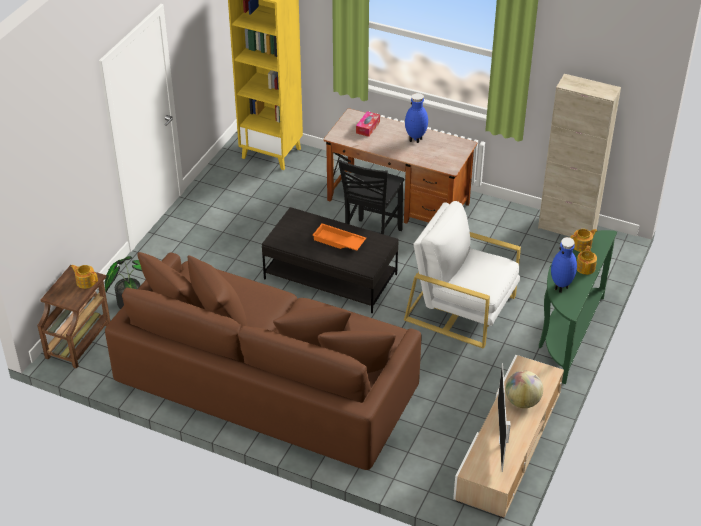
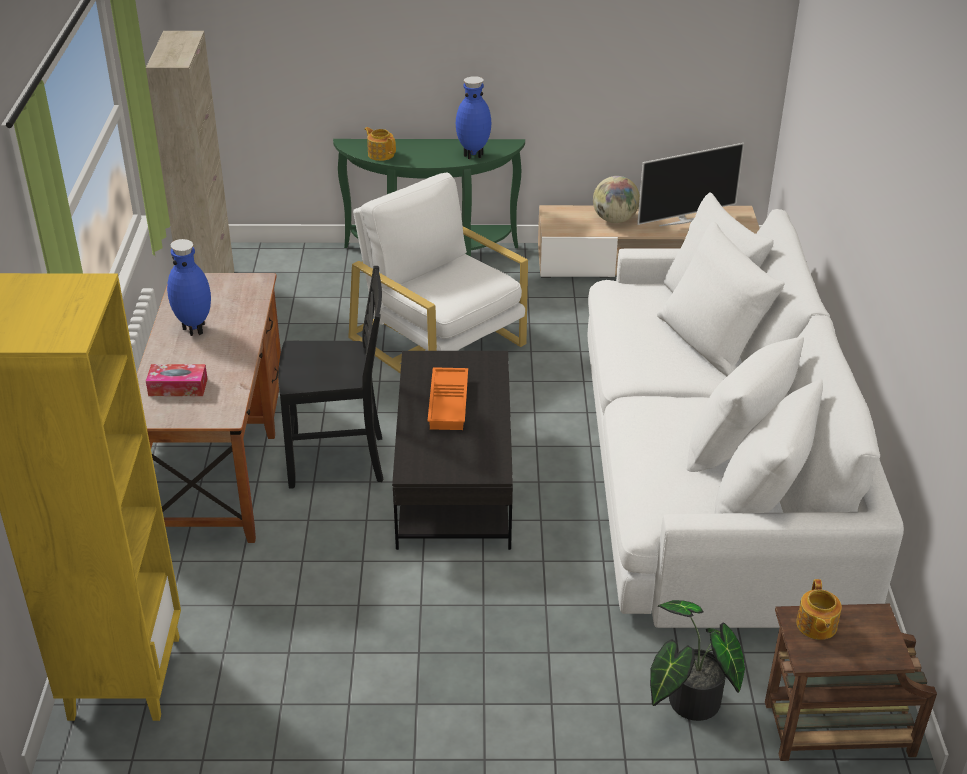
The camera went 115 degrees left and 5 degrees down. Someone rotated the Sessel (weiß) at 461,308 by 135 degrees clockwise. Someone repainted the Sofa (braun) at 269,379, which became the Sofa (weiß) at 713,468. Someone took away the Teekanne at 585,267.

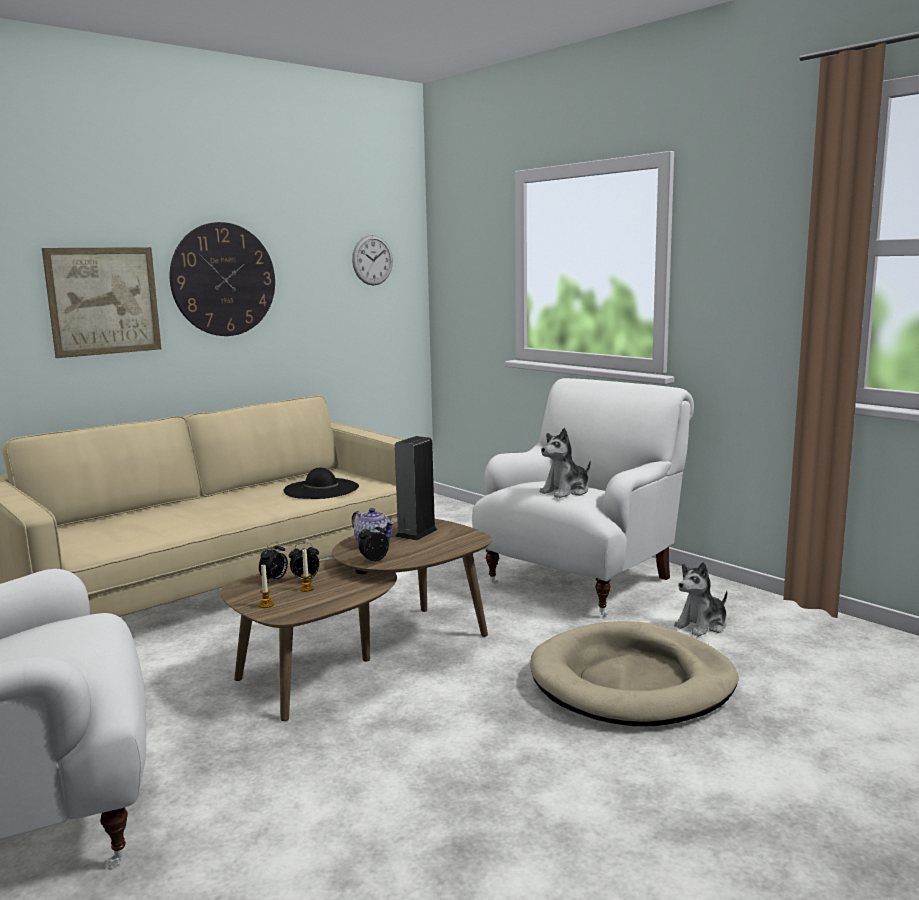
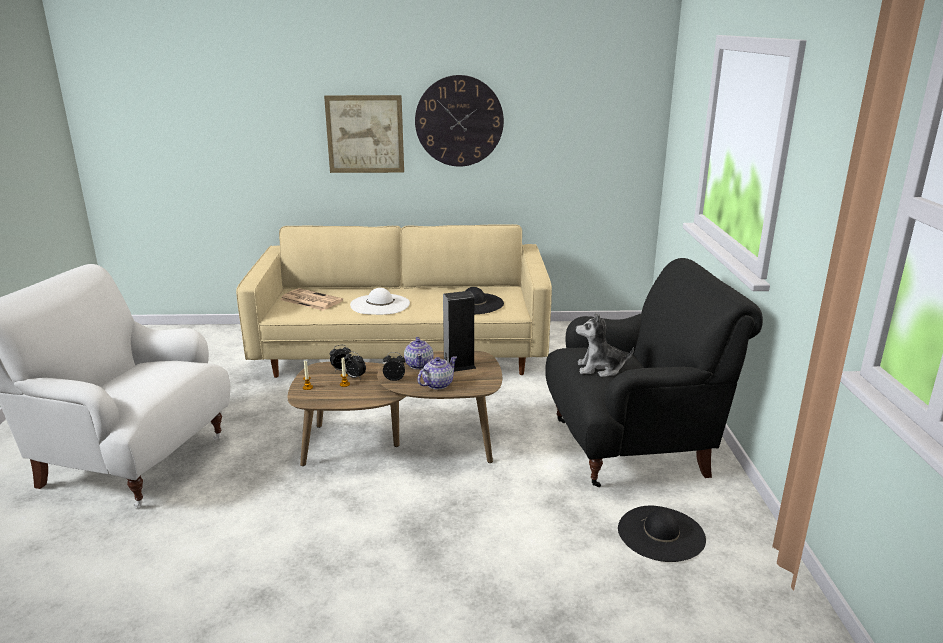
The camera went 40 degrees right and 10 degrees up. Someone put down the Zeitung at 310,300. Someone put down the Hut (weiß) at 380,304. Someone put down the Teekanne at 437,384. Someone repainted the Sessel (weiß) at 582,580, which became the Sessel (schwarz) at 632,447. Someone swapped the Plüschtier at 702,625 for the Hut (schwarz) at 661,533. Someone took away the Wanduhr at 372,260. Someone took away the Hundebett (beige) at 632,682.

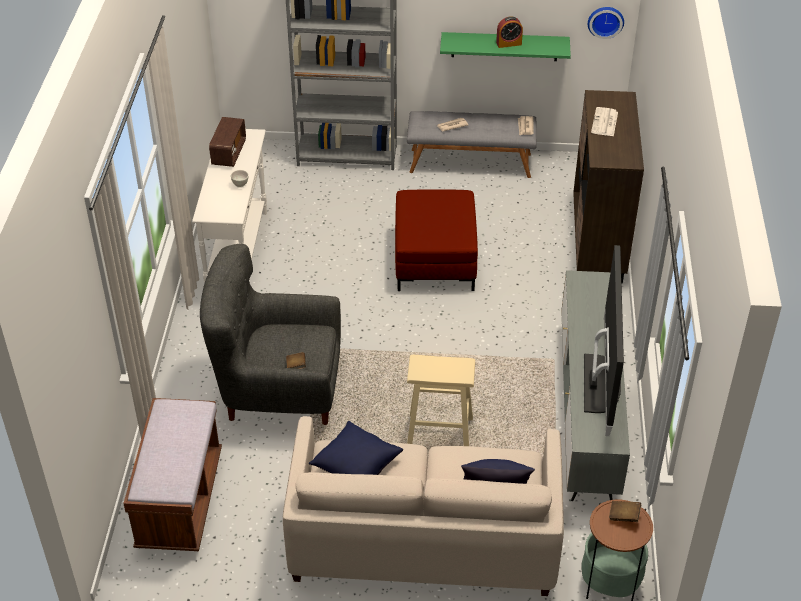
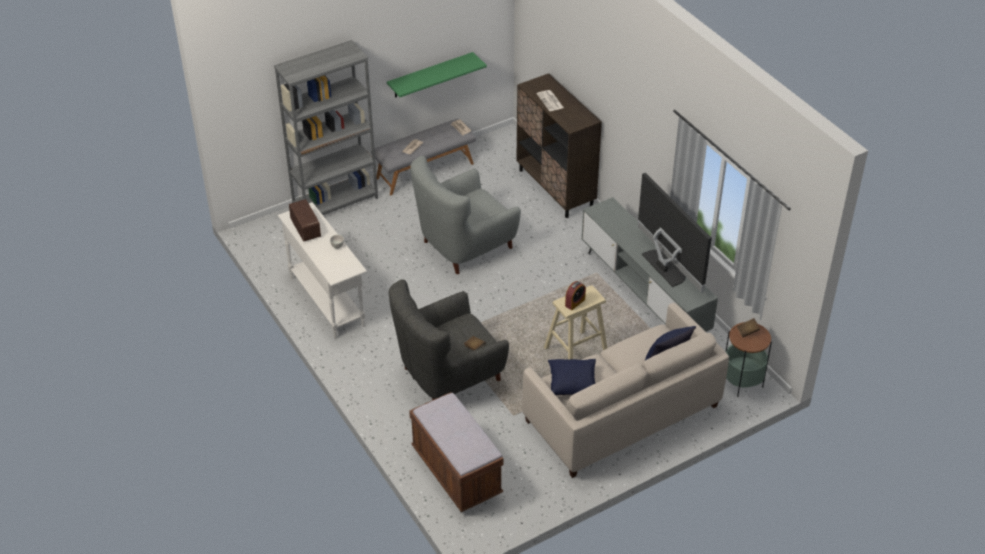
The camera went 35 degrees left and 0 degrees up. Someone swapped the Polsterhocker (rot) at 434,260 for the Sessel (grau) at 464,246. Someone carried the Wecker from 509,43 to 575,302. Someone took away the Wanduhr at 605,21.

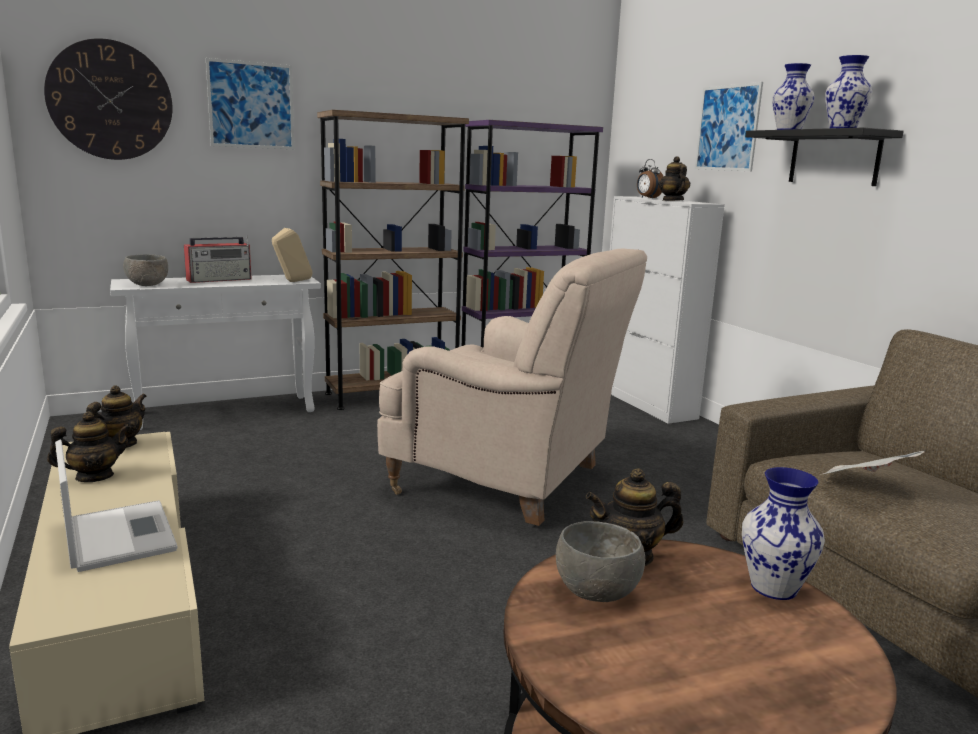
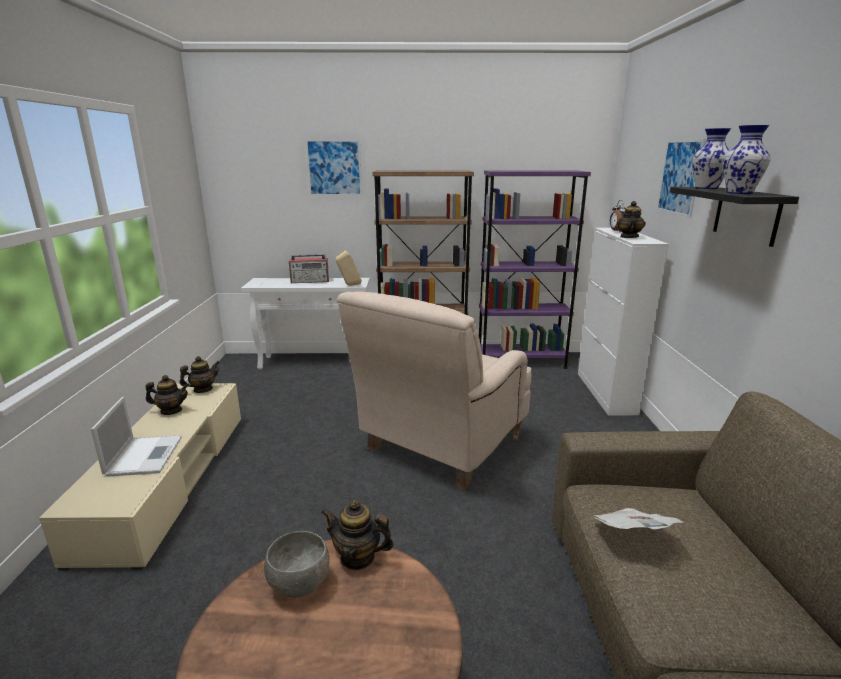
The camera went 25 degrees right and 5 degrees up. Someone rotated the Sessel (beige) at 507,482 by 75 degrees clockwise. Someone took away the Wanduhr at 110,100. Someone took away the Schüssel (grau) at 147,285. Someone took away the Vase at 772,587.

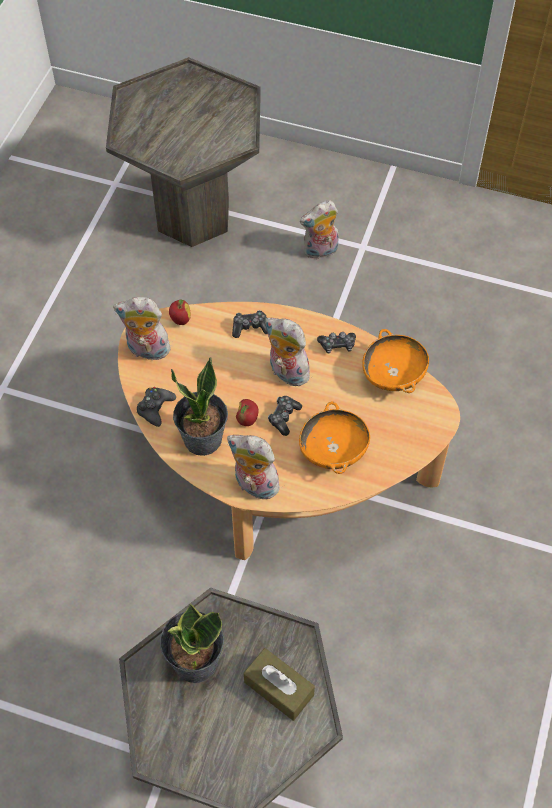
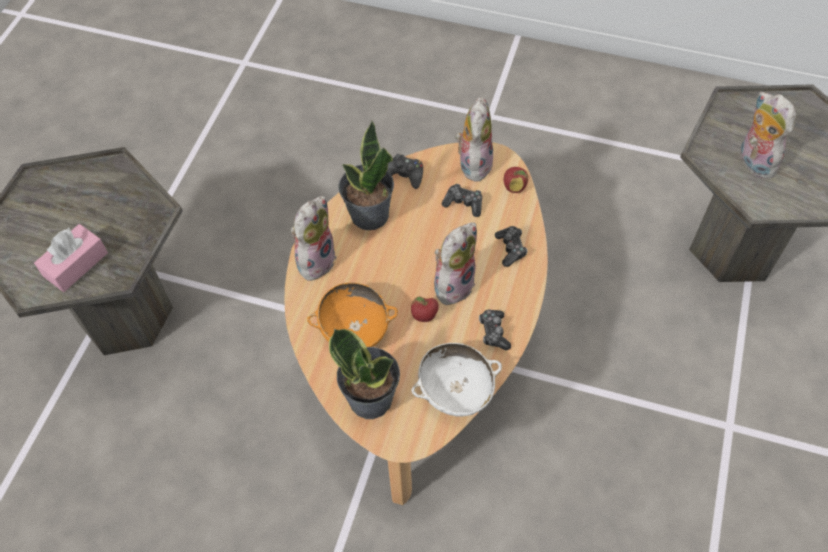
The camera went 90 degrees right and 0 degrees up. Someone repainted the Taschentuchbox (braun) at 279,688, which became the Taschentuchbox (rosa) at 76,264. Someone carried the Topfpflanze from 195,660 to 371,398. Someone carried the Apfel from 247,420 to 424,317. Someone repainted the Schüssel (orange) at 393,375, which became the Schüssel (weiß) at 456,390. Someone carried the Gamepad from 284,417 to 464,203. Someone carried the Plüschtier from 320,252 to 753,162.

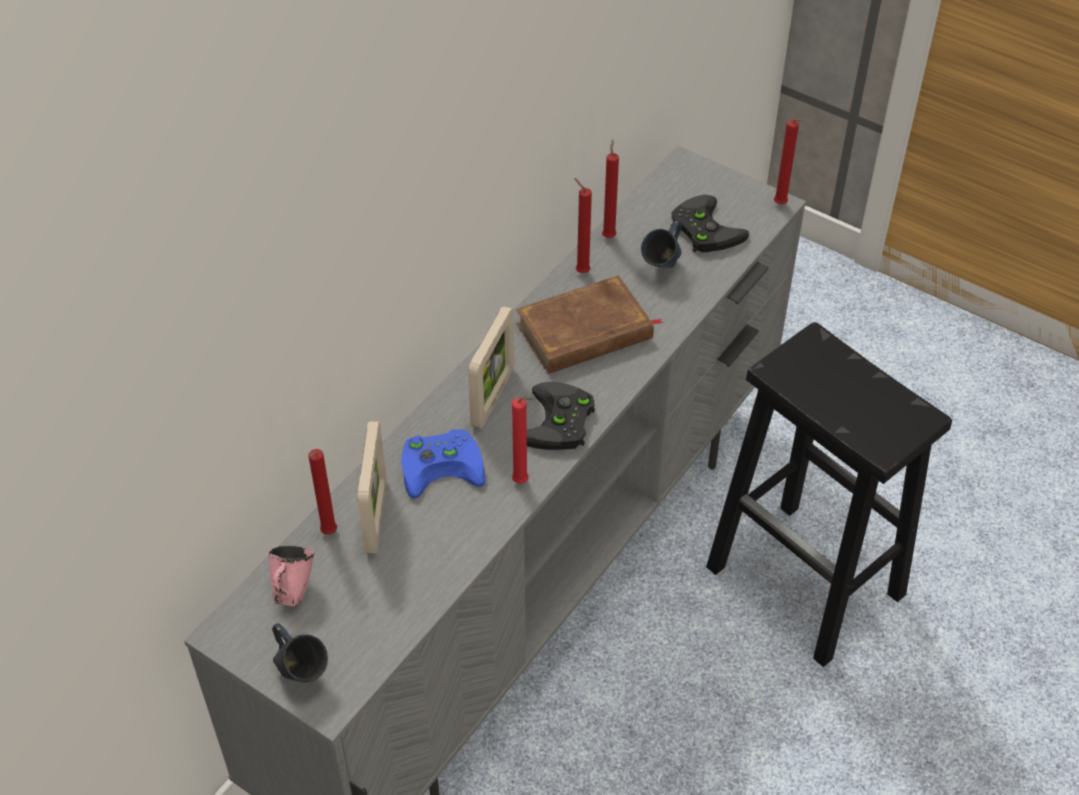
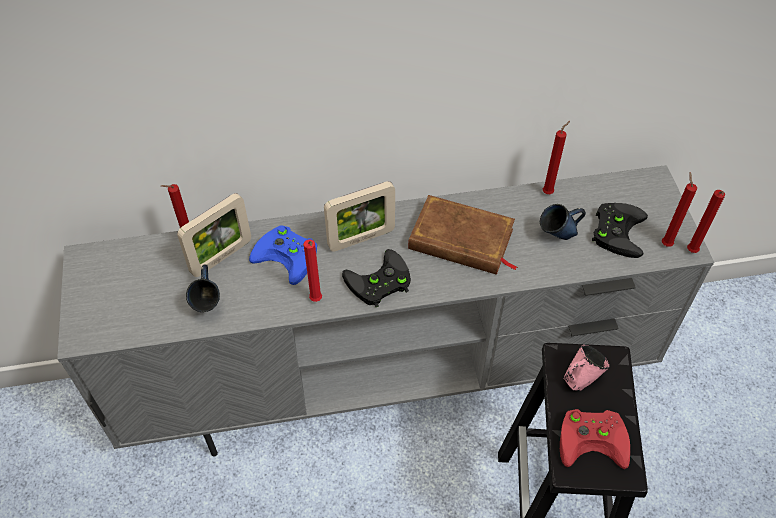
The camera went 45 degrees right and 5 degrees up. Someone carried the Henkelbecher (blau) from 301,675 to 209,305. Someone put down the Gamepad (rot) at 594,438. Someone carried the Henkelbecher (rosa) from 293,591 to 580,379. Someone carried the Kerze (rot) from 580,271 to 665,243.

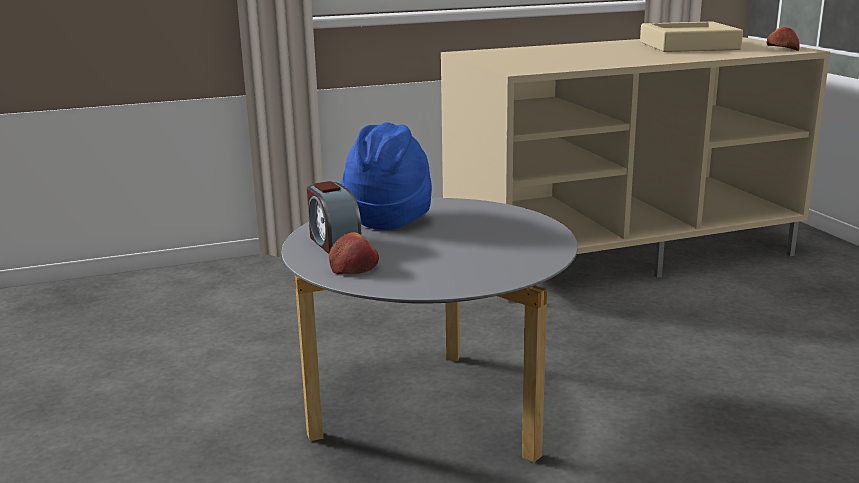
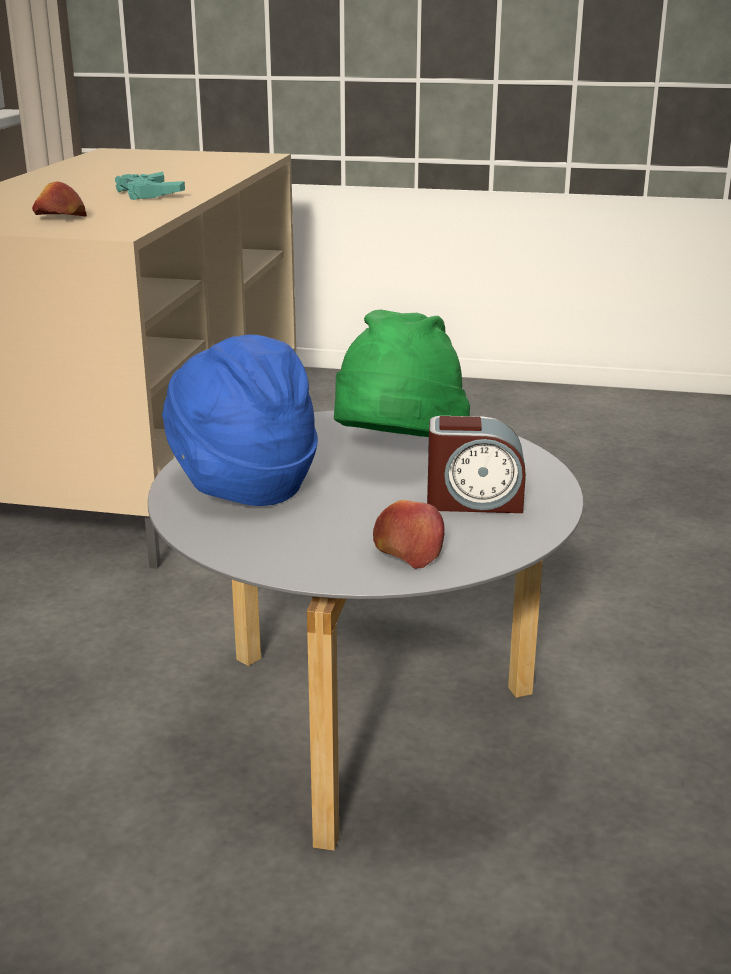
The camera went 60 degrees left and 5 degrees up. Someone carried the Apfel from 782,49 to 60,218. Someone put down the Gamepad (türkis) at 148,193. Someone put down the Hut (grün) at 397,453. Someone carried the Wecker from 334,242 to 474,501. Someone took away the Tablett (beige) at 688,46.

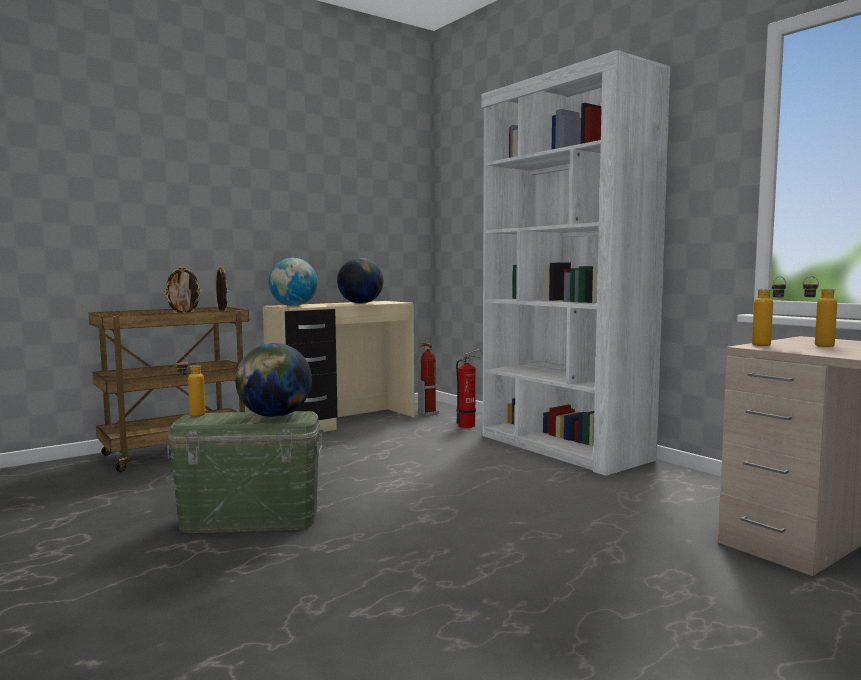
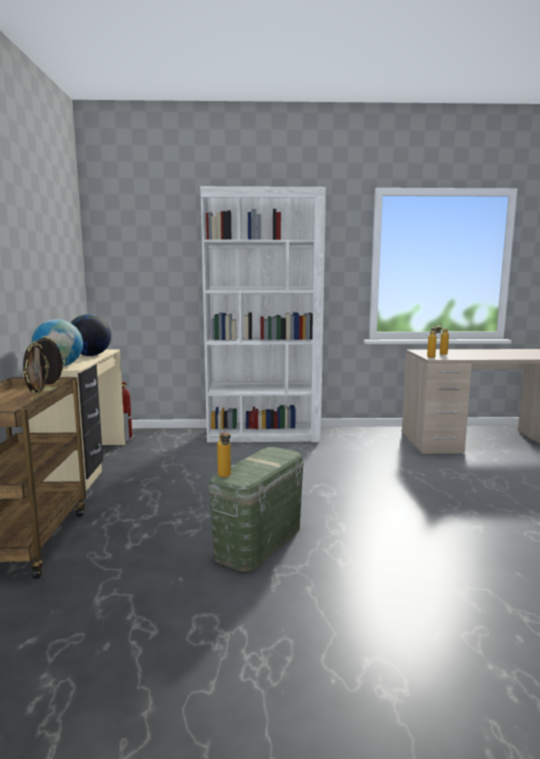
The camera went 55 degrees left and 5 degrees up. Someone took away the Globus at 274,416. Someone took away the Feuerlöscher at 468,425.

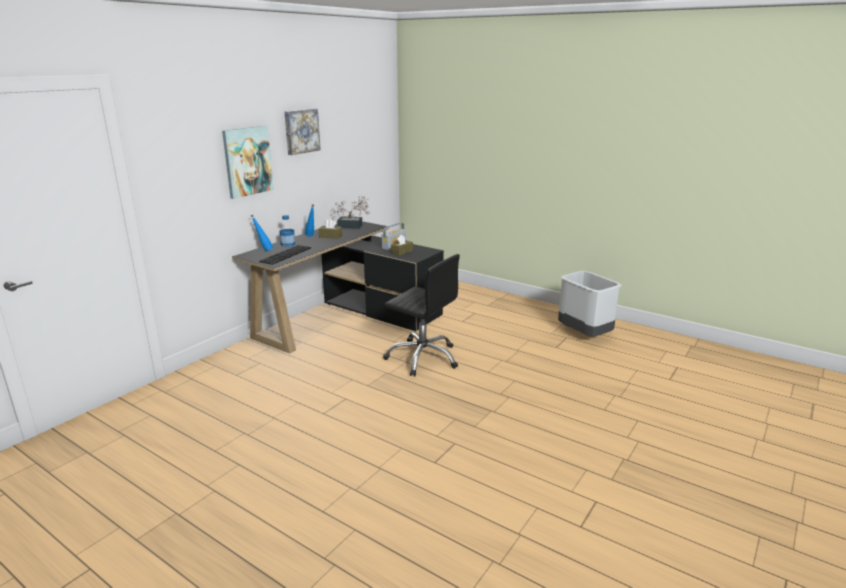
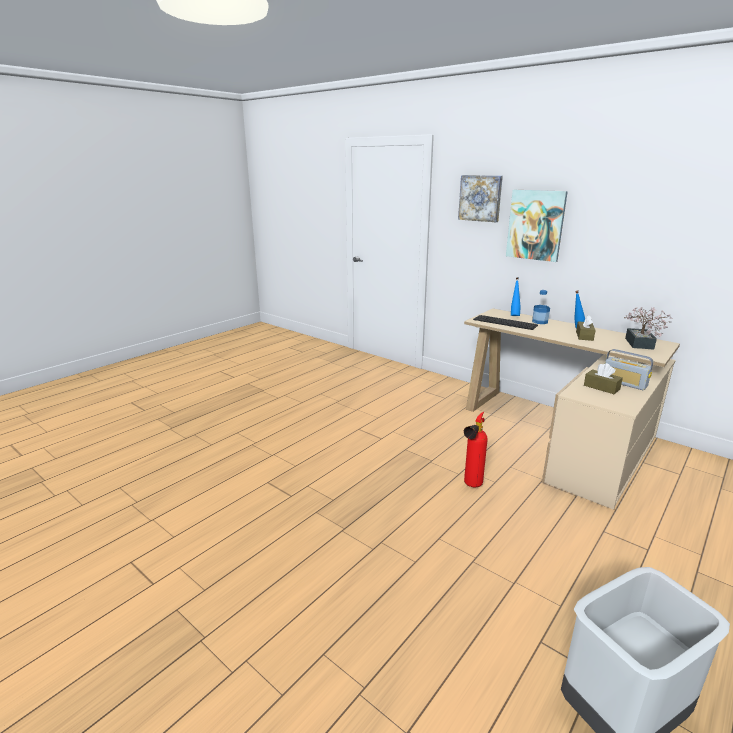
The camera went 95 degrees right and 0 degrees up. Someone carried the Bild from 301,131 to 480,198. Someone repainted the Schreibtisch (schwarz) at 346,318, which became the Schreibtisch (beige) at 561,435. Someone swapped the Bürostuhl (schwarz) at 423,357 for the Feuerlöscher at 471,486.

